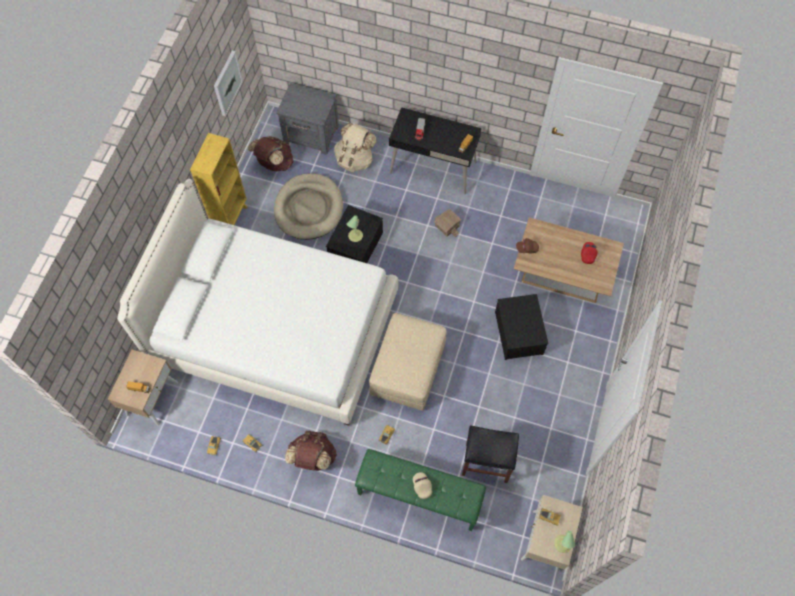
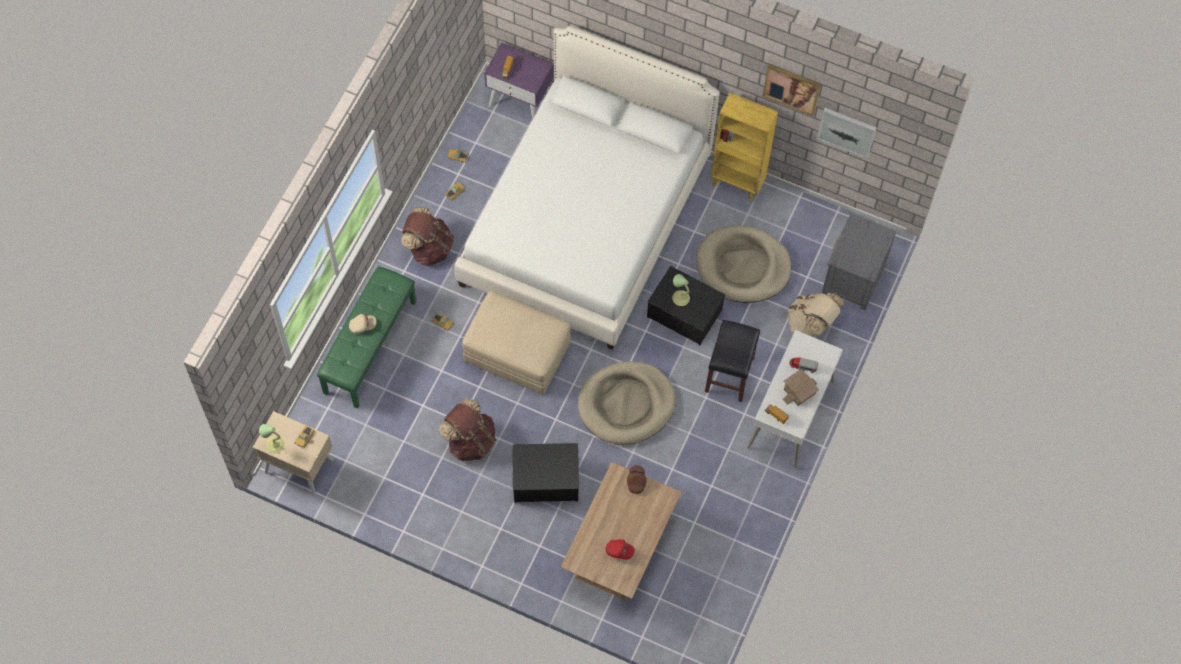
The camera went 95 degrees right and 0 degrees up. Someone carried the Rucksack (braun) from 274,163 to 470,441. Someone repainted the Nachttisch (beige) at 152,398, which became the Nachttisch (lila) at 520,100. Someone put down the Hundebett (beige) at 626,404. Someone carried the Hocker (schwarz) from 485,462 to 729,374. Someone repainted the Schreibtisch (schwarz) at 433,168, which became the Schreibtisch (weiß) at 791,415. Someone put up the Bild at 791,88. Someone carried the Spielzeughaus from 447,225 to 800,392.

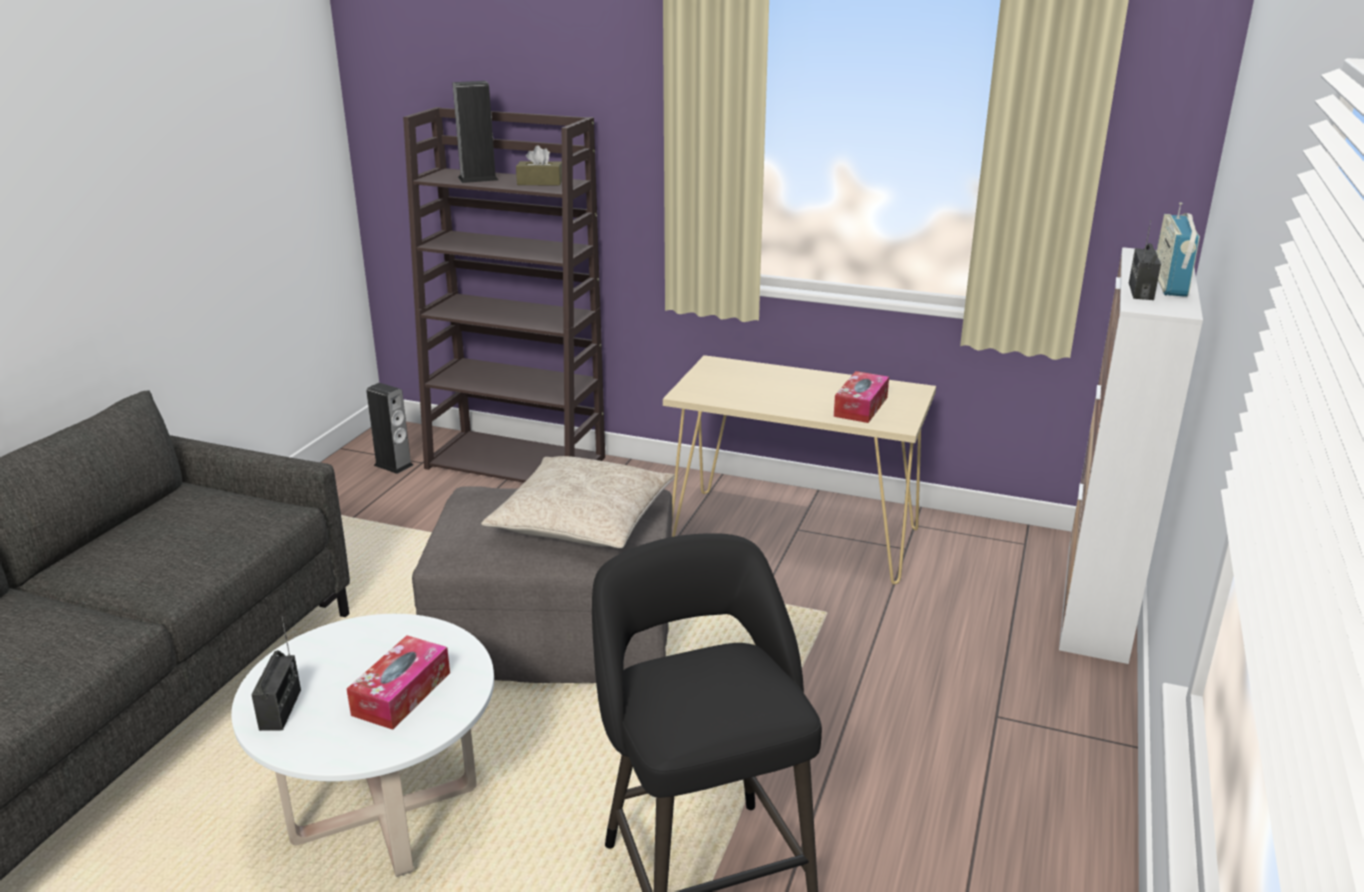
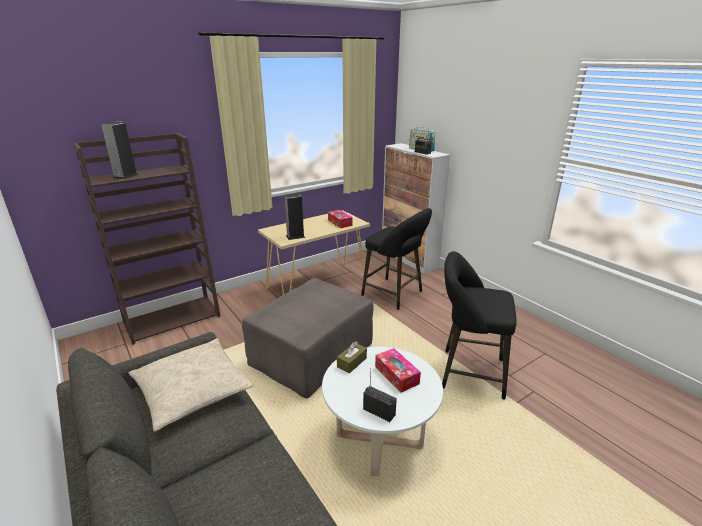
The camera went 55 degrees left and 0 degrees up. Someone carried the Kissen (beige) from 582,520 to 192,390. Someone carried the Lautsprecher from 393,465 to 295,236. Someone carried the Taschentuchbox (braun) from 540,182 to 352,362. Someone put down the Hocker (schwarz) at 395,295.

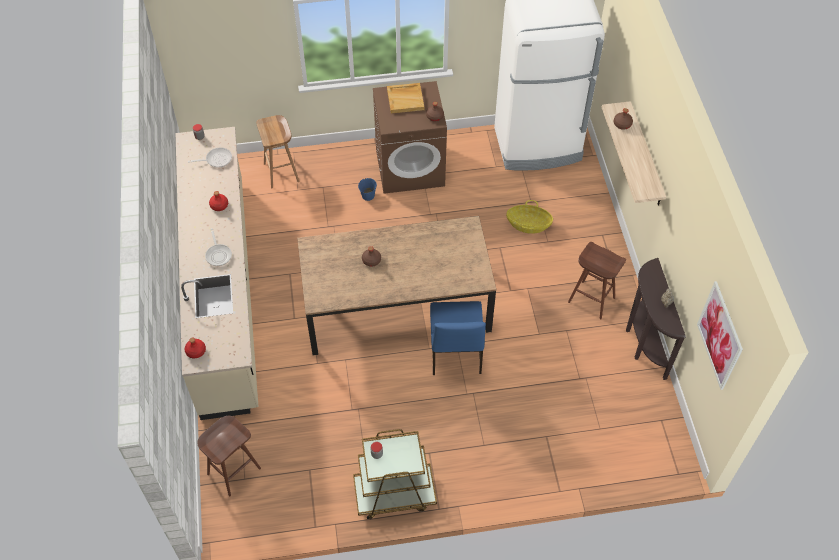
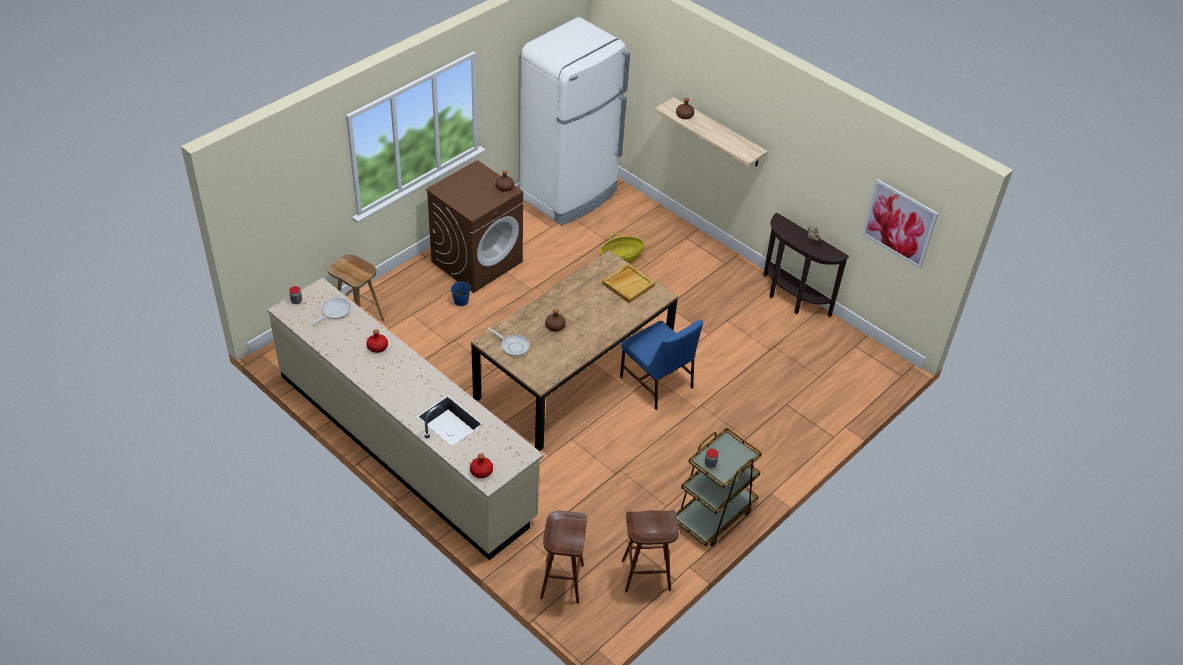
The camera went 40 degrees left and 10 degrees down. Someone carried the Pfanne from 218,254 to 513,346. Someone carried the Tablett (beige) from 405,99 to 628,284. Someone carried the Hocker (braun) from 590,300 to 645,575.

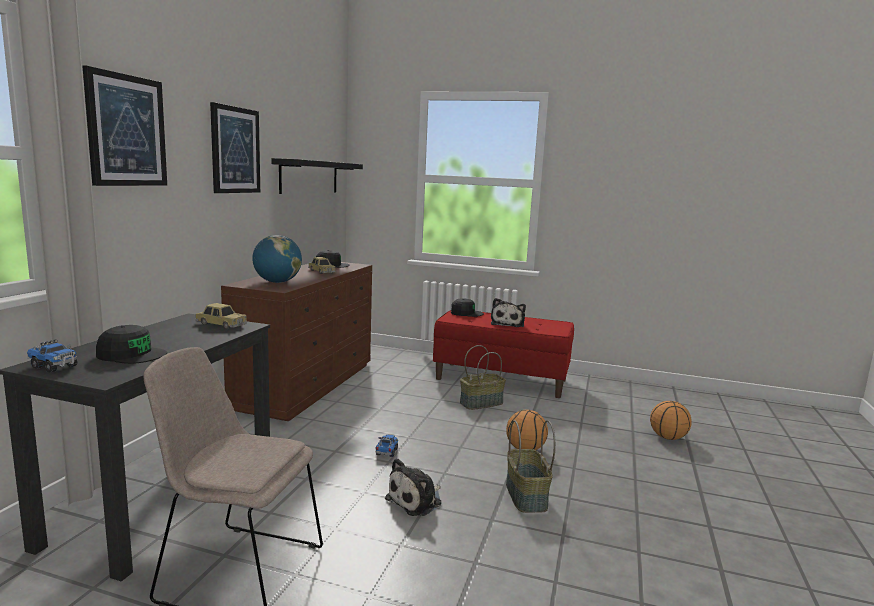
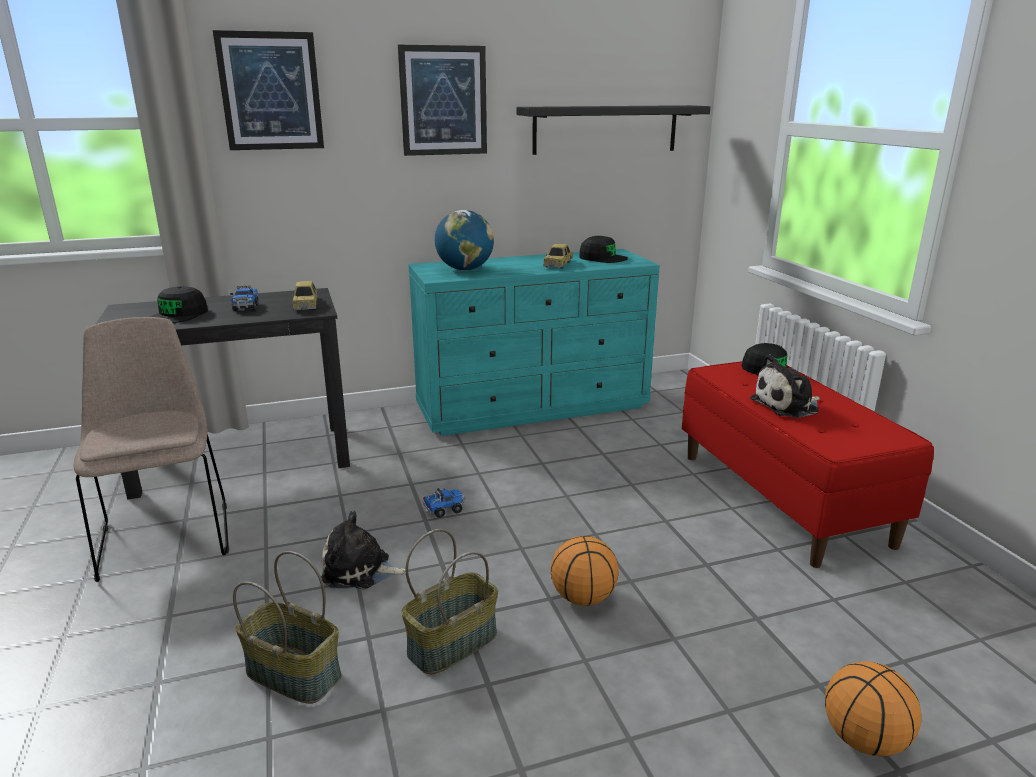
The camera went 55 degrees right and 10 degrees up. Someone rotated the Kappe (schwarz) at 131,354 by 45 degrees clockwise. Someone carried the Spielzeuglaster from 54,367 to 246,307. Someone carried the Korb from 481,403 to 295,673. Someone repainted the Kommode (braun) at 307,385, which became the Kommode (türkis) at 534,406.

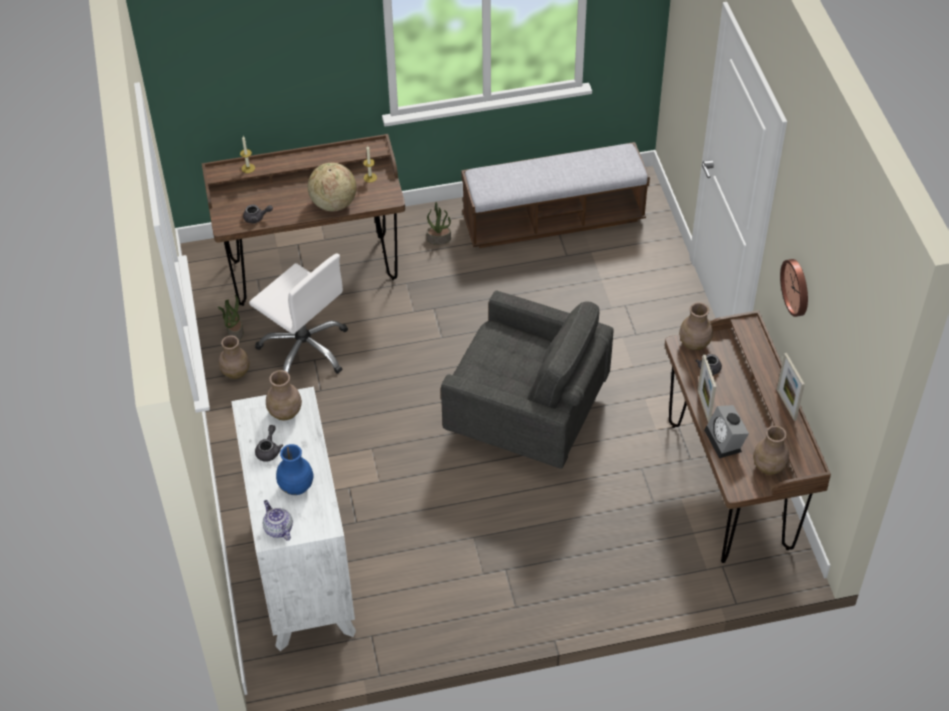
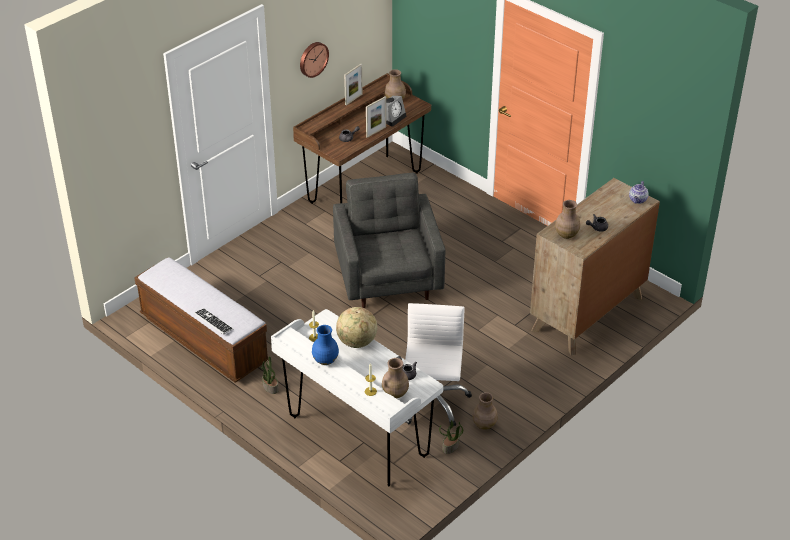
The camera went 125 degrees left and 10 degrees down. Someone put down the Tastatur at 213,322. Someone repainted the Schreibtisch (braun) at 313,270, which became the Schreibtisch (weiß) at 357,437. Someone carried the Vase (blau) from 296,487 to 325,360. Someone carried the Vase (braun) from 694,343 to 395,393. Someone repainted the Kommode (weiß) at 303,570, which became the Kommode (braun) at 587,314.

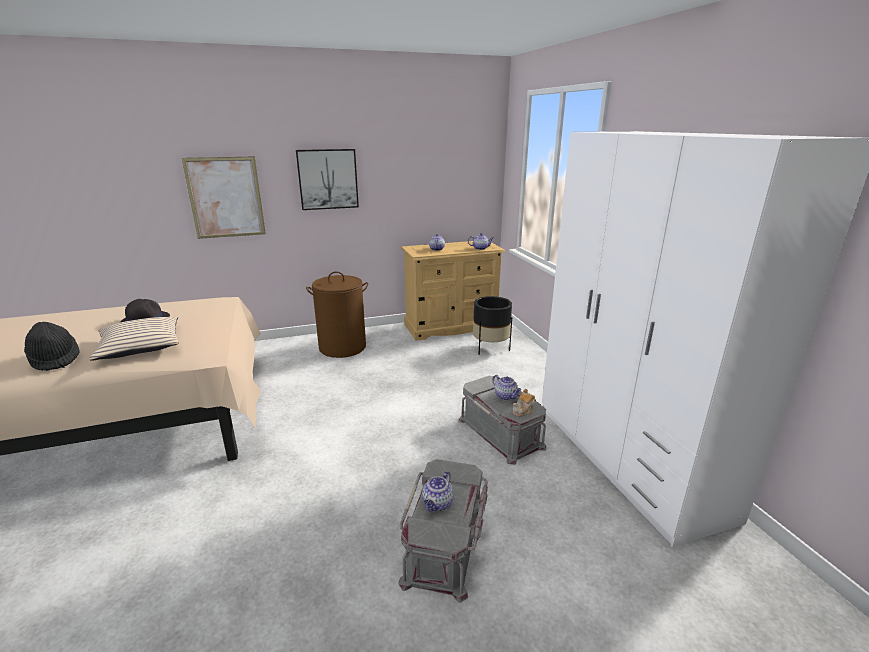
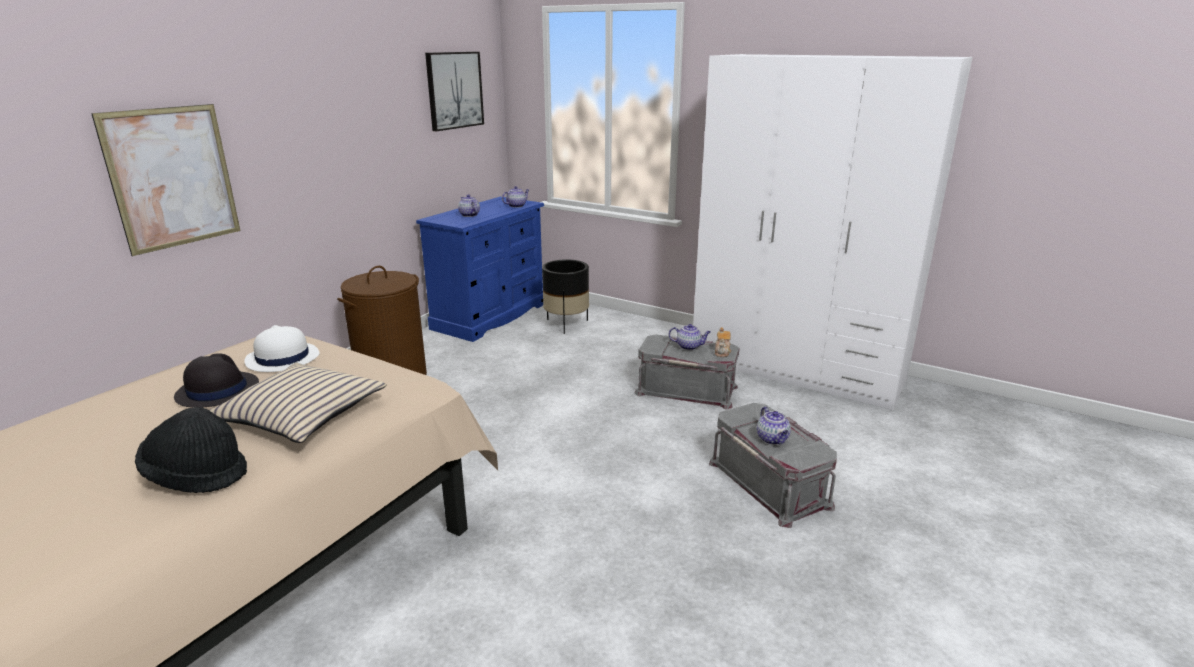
The camera went 40 degrees left and 0 degrees up. Someone put down the Hut (weiß) at 282,358. Someone repainted the Kommode (beige) at 451,326, which became the Kommode (blau) at 490,316. Someone carried the Bild from 328,179 to 454,90.

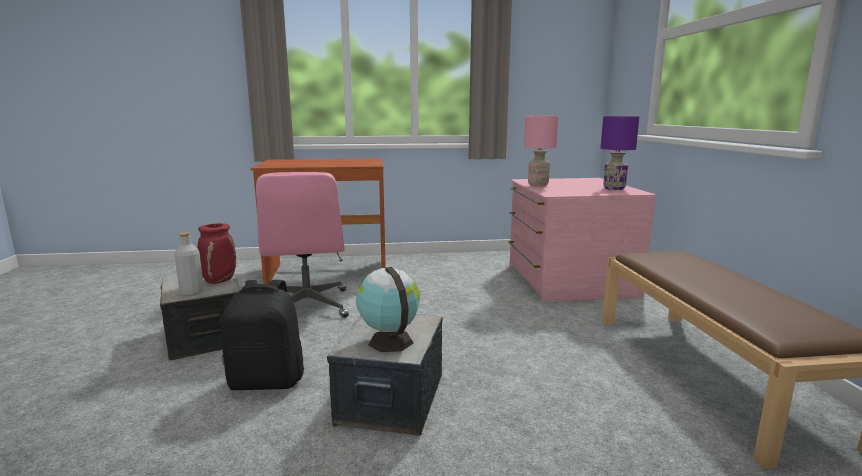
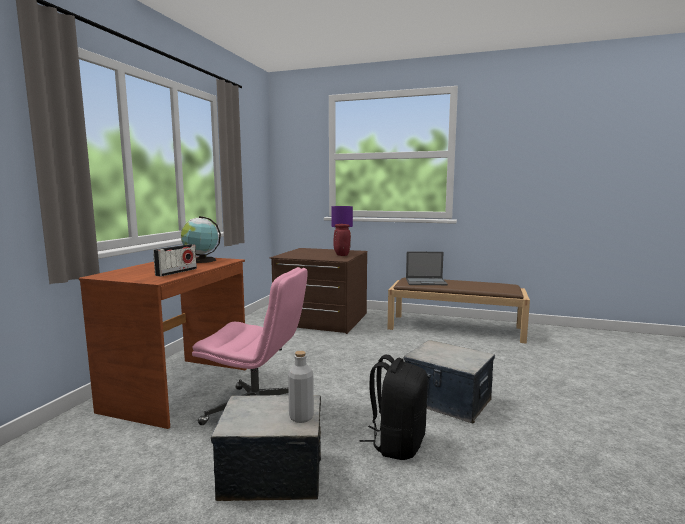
The camera went 65 degrees left and 5 degrees down. Someone put down the Radio at 176,272. Someone carried the Globus from 389,340 to 201,260. Someone repainted the Kommode (rosa) at 568,280, which became the Kommode (braun) at 321,320. Someone carried the Vase (rot) from 220,280 to 341,255. Someone put down the Laptop at 426,282. Someone took away the Tischlampe (rosa) at 537,185.

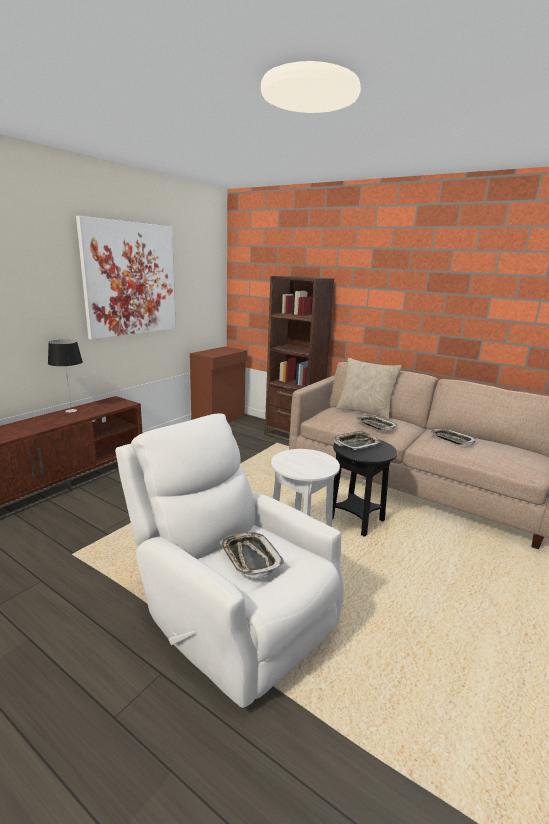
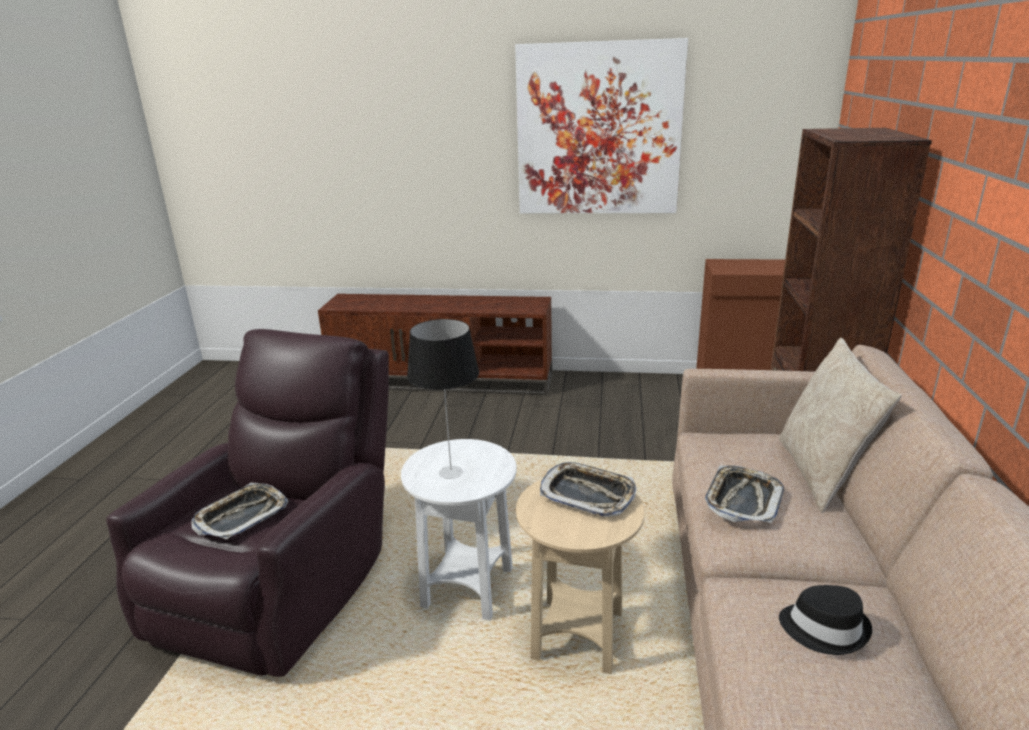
The camera went 65 degrees right and 5 degrees up. Someone repainted the Sessel (weiß) at 230,613, which became the Sessel (braun) at 284,581. Someone carried the Tischlampe from 71,410 to 452,472. Someone repainted the Beistelltisch (schwarz) at 356,520, which became the Beistelltisch (beige) at 578,635. Someone swapped the Tablett at 451,439 for the Hut (schwarz) at 824,628.

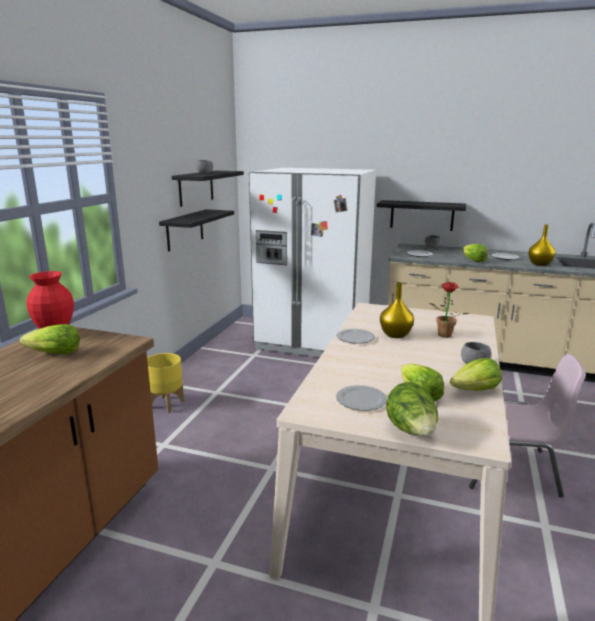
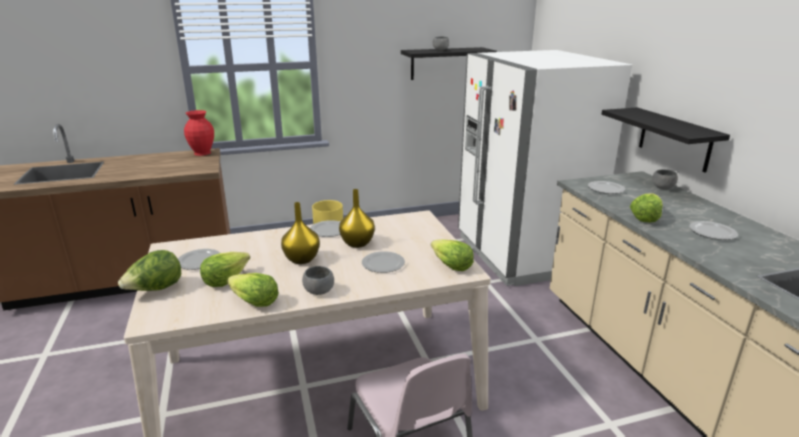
The camera went 55 degrees right and 5 degrees up. Someone carried the Vase (gelb) from 539,264 to 301,259. Someone swapped the Topfpflanze at 443,336 for the Teller at 383,263. Someone carried the Salatkopf from 54,354 to 450,266. Someone took away the Wandregal (schwarz) at 185,229.

